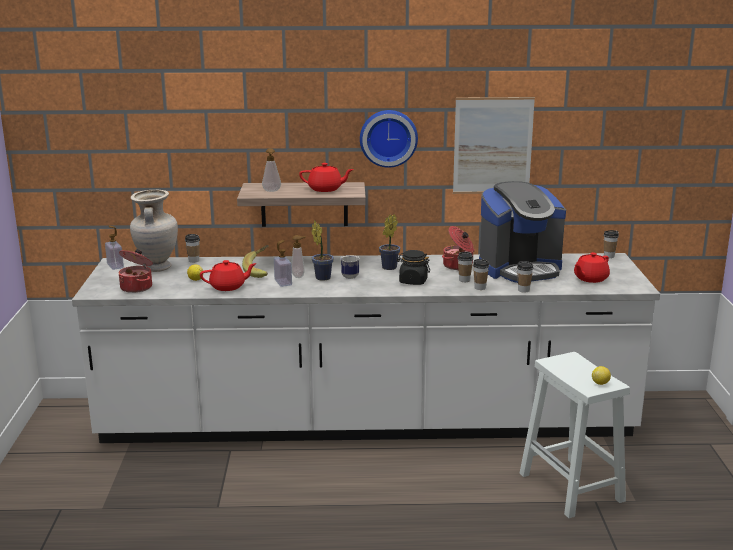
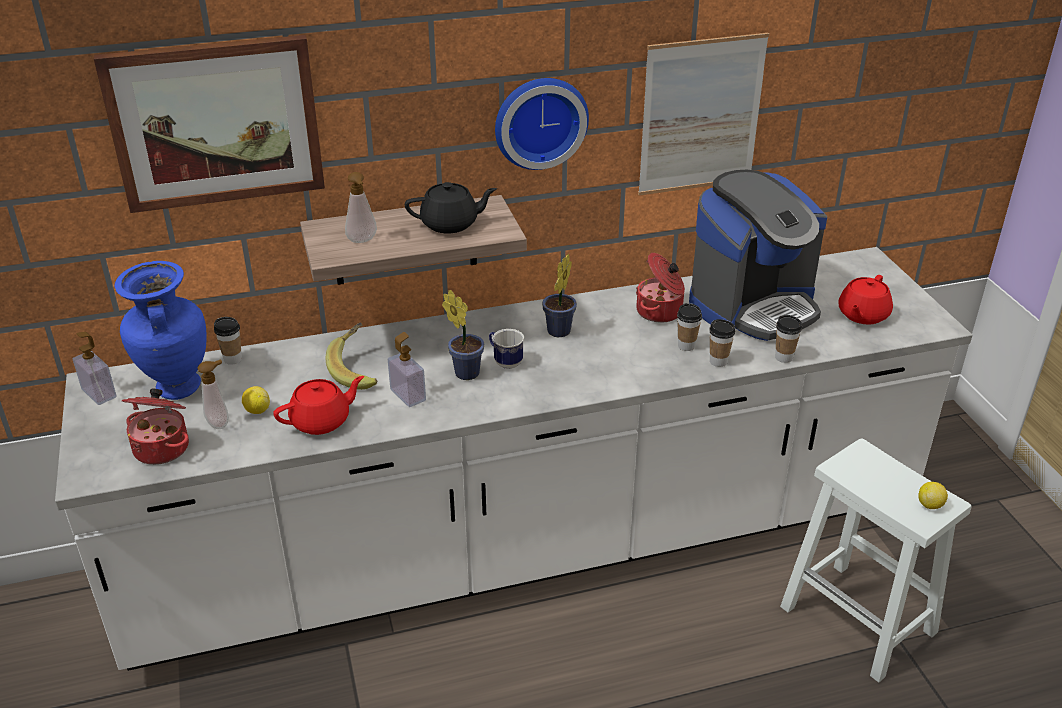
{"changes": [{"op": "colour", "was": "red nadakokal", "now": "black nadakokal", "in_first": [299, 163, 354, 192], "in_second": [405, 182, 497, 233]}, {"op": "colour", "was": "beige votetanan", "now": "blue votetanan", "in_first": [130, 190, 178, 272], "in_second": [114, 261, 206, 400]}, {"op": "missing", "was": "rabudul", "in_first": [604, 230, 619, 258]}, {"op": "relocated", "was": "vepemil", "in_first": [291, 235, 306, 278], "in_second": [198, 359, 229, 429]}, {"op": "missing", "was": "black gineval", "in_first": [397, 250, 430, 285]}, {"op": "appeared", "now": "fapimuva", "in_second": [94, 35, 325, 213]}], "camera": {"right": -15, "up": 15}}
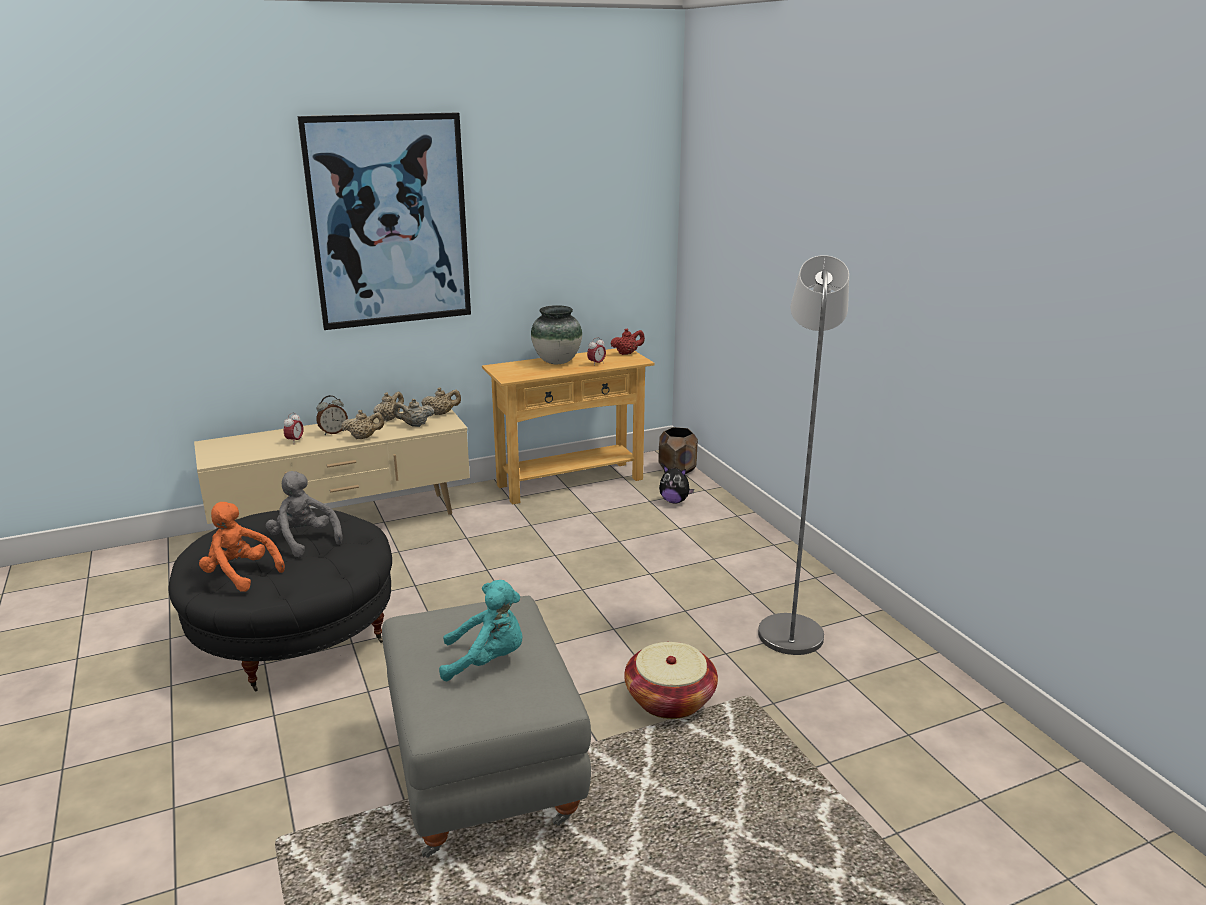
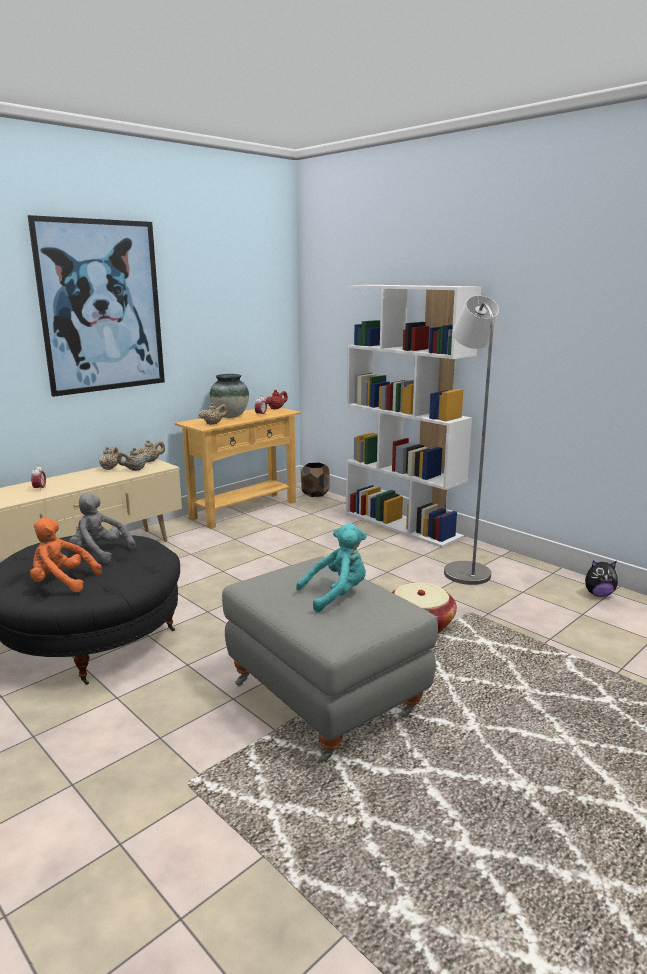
{"changes": [{"op": "missing", "was": "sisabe", "in_first": [316, 395, 348, 435]}, {"op": "relocated", "was": "beige nadakokal", "in_first": [341, 410, 384, 439], "in_second": [199, 403, 228, 425]}, {"op": "relocated", "was": "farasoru", "in_first": [659, 465, 694, 504], "in_second": [585, 560, 618, 597]}, {"op": "appeared", "now": "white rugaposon", "in_second": [346, 285, 481, 548]}], "camera": {"right": -20, "up": -5}}
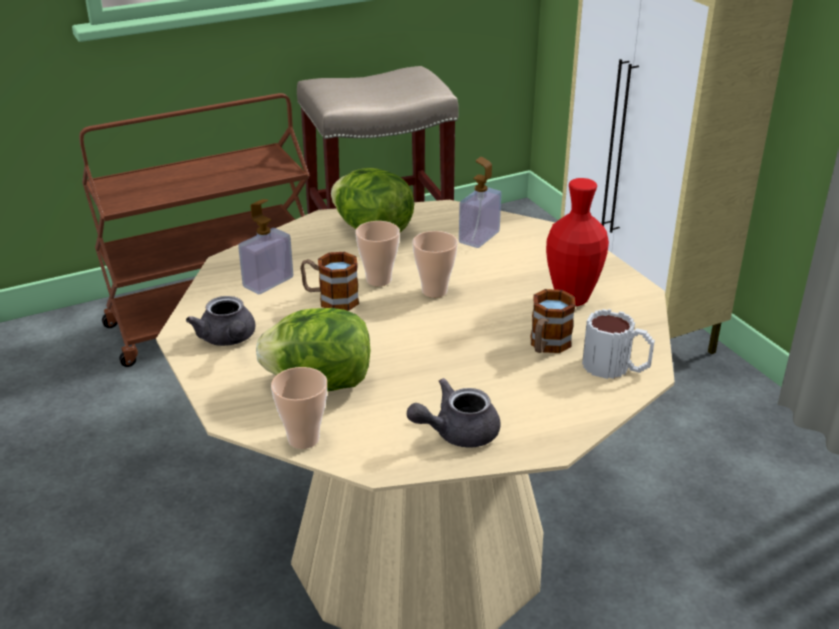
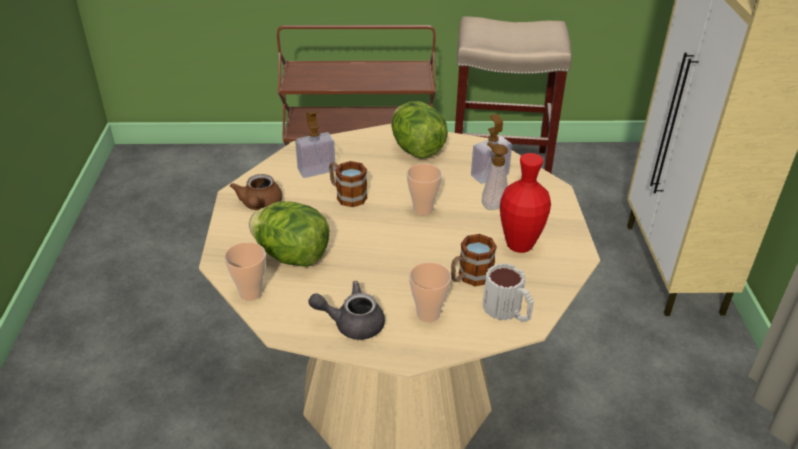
{"changes": [{"op": "relocated", "was": "rabudul", "in_first": [355, 221, 400, 286], "in_second": [409, 262, 451, 323]}, {"op": "colour", "was": "grey nadakokal", "now": "brown nadakokal", "in_first": [186, 296, 255, 346], "in_second": [230, 174, 282, 210]}, {"op": "appeared", "now": "vepemil", "in_second": [482, 142, 508, 210]}], "camera": {"right": 25, "up": 5}}
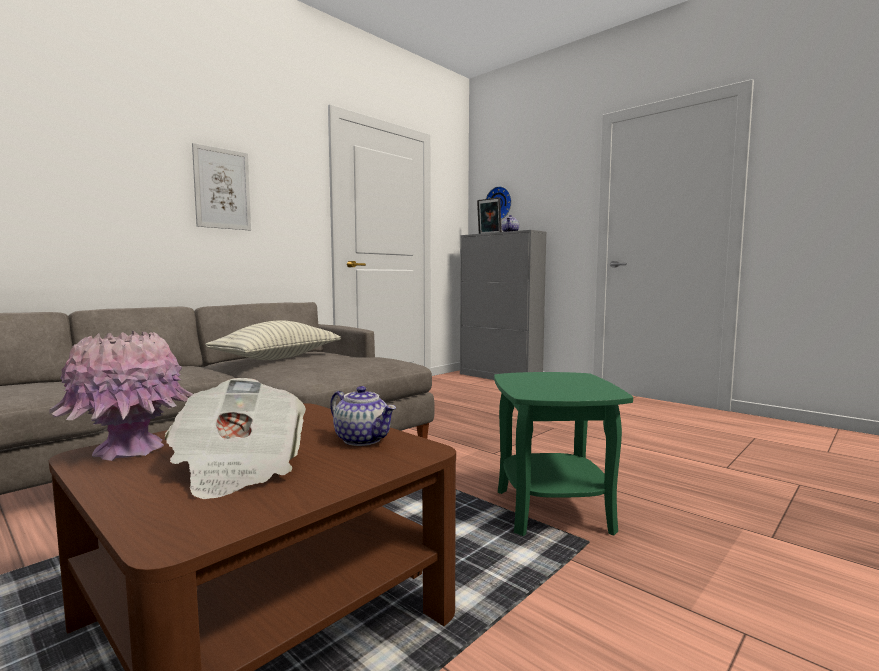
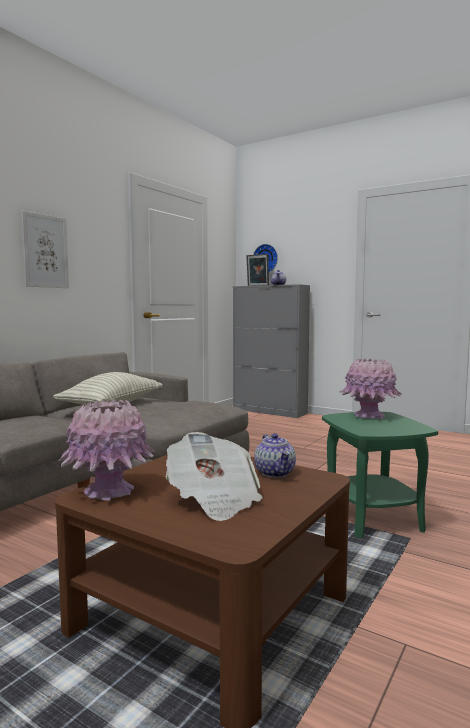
{"changes": [{"op": "spun", "was": "nadakokal", "in_first": [330, 386, 396, 446], "in_second": [254, 433, 296, 478], "clockwise": 45}, {"op": "appeared", "now": "pink votetanan", "in_second": [339, 358, 402, 419]}], "camera": {"right": -10, "up": 0}}
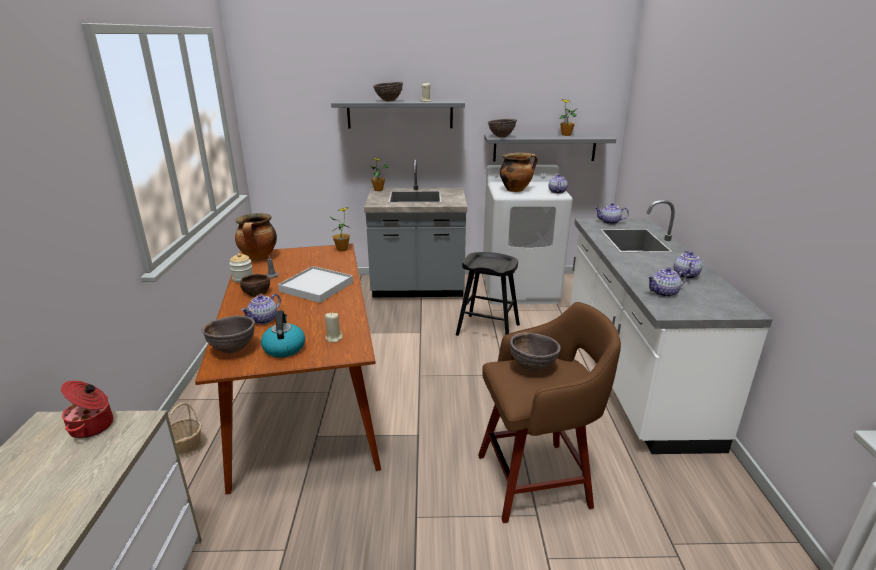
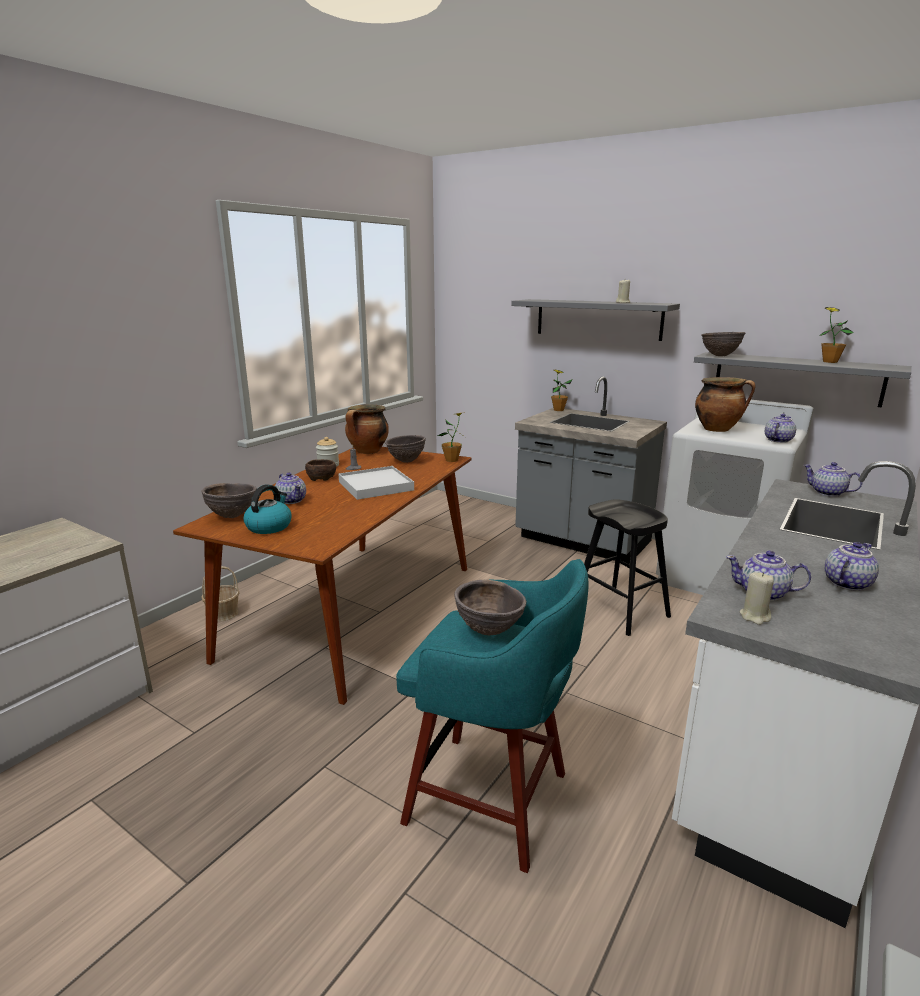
{"changes": [{"op": "relocated", "was": "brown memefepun", "in_first": [373, 82, 403, 102], "in_second": [385, 435, 426, 463]}, {"op": "spun", "was": "nadakokal", "in_first": [241, 293, 281, 324], "in_second": [275, 472, 306, 504], "clockwise": -105}, {"op": "colour", "was": "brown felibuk", "now": "turquoise felibuk", "in_first": [478, 302, 621, 523], "in_second": [396, 559, 589, 873]}, {"op": "relocated", "was": "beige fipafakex", "in_first": [325, 312, 343, 343], "in_second": [740, 572, 774, 625]}, {"op": "missing", "was": "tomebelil", "in_first": [61, 381, 113, 438]}], "camera": {"right": 35, "up": -5}}
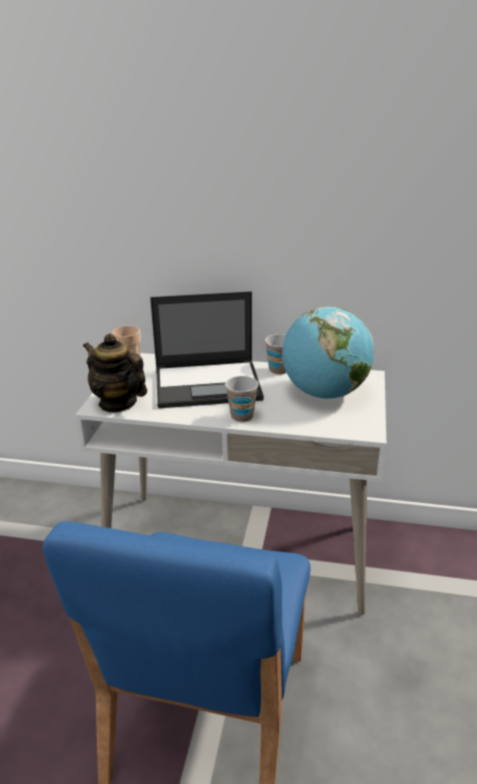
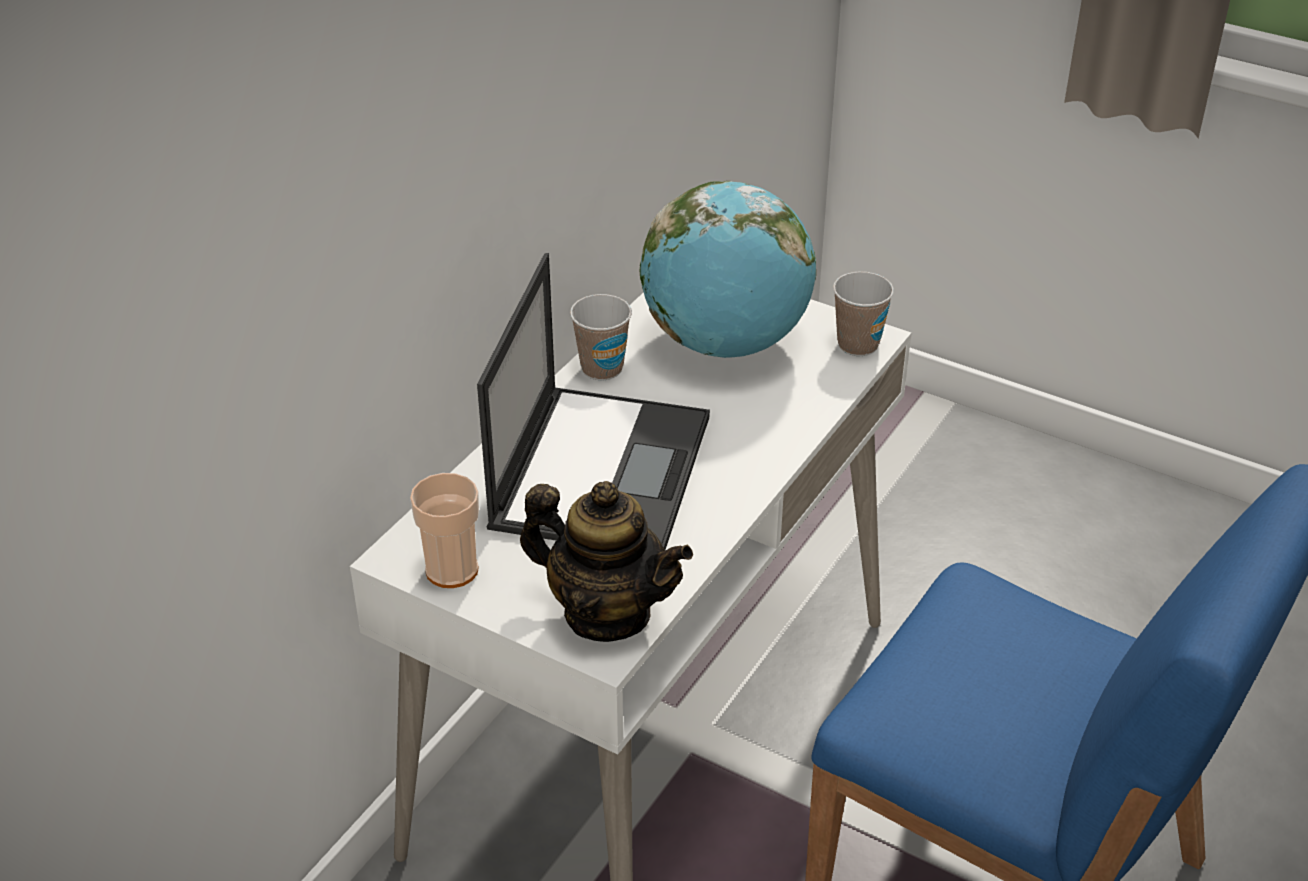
{"changes": [{"op": "spun", "was": "nadakokal", "in_first": [83, 333, 147, 413], "in_second": [520, 481, 693, 642], "clockwise": -120}, {"op": "relocated", "was": "rabudul", "in_first": [225, 376, 259, 422], "in_second": [833, 271, 894, 356]}], "camera": {"right": -70, "up": 10}}
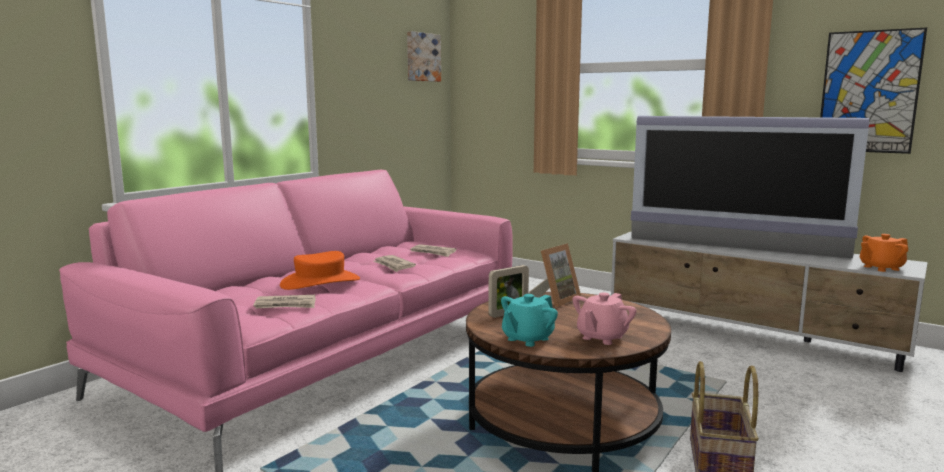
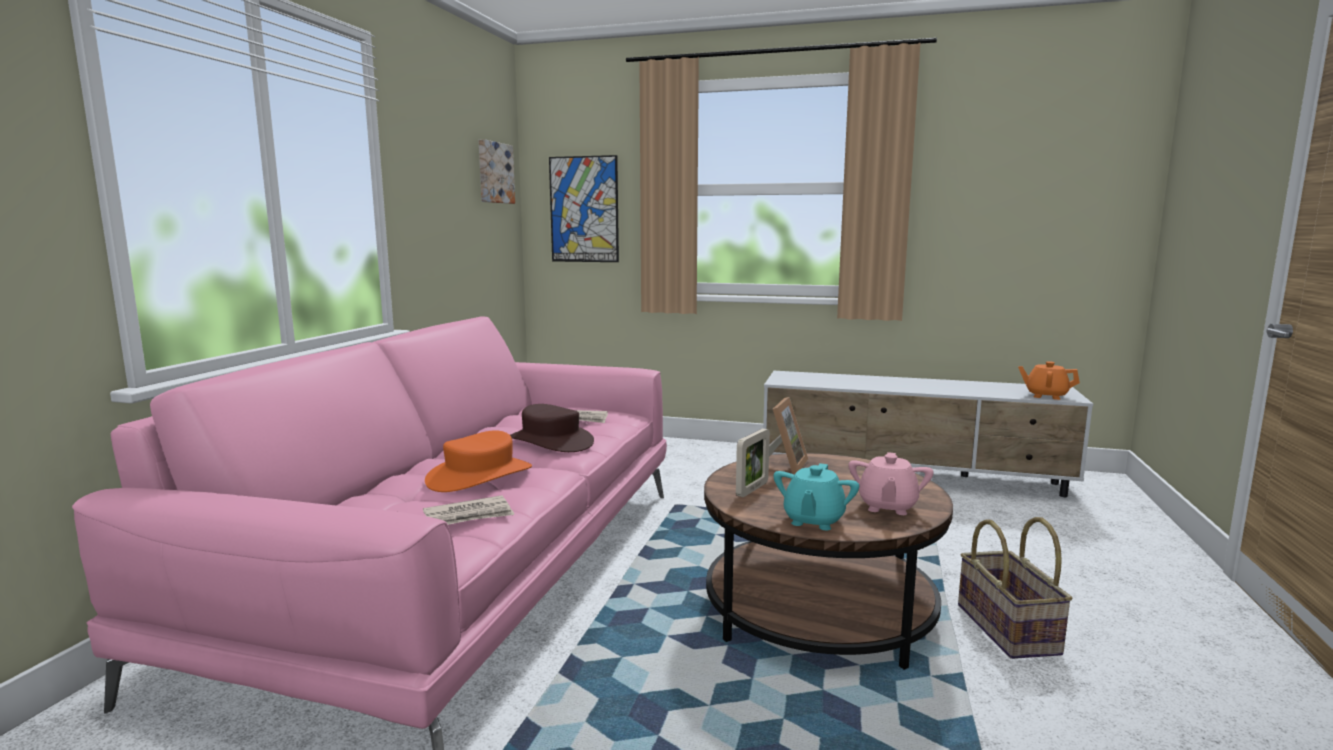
{"changes": [{"op": "relocated", "was": "fapimuva", "in_first": [820, 28, 927, 154], "in_second": [549, 155, 619, 262]}, {"op": "missing", "was": "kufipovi", "in_first": [631, 116, 869, 258]}, {"op": "spun", "was": "orange nadakokal", "in_first": [860, 234, 908, 272], "in_second": [1018, 361, 1080, 400], "clockwise": 60}, {"op": "exchanged", "was": "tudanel", "now": "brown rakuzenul", "in_first": [373, 255, 416, 272], "in_second": [510, 404, 594, 452]}], "camera": {"right": -20, "up": 0}}
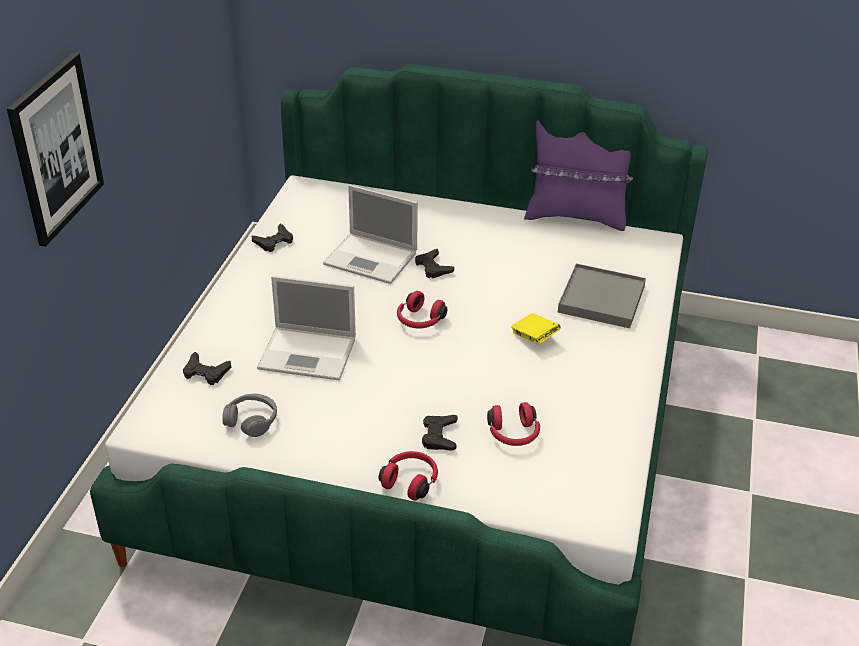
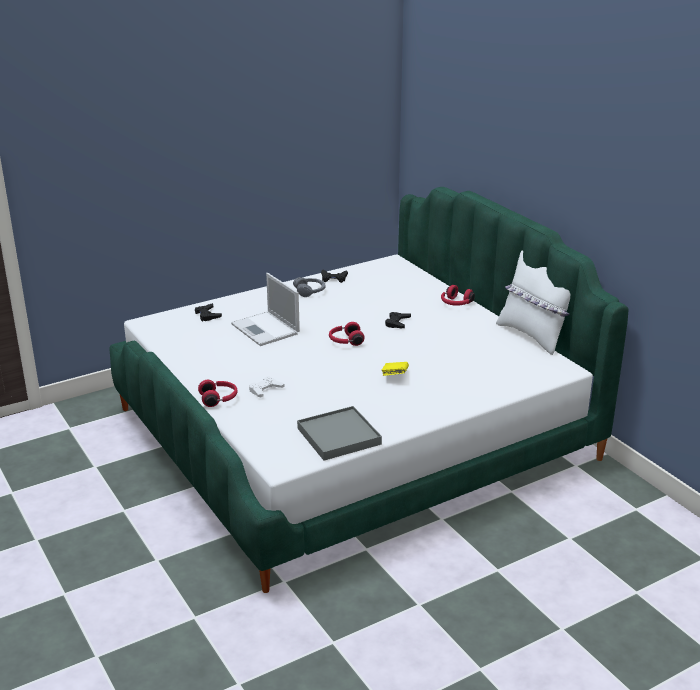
{"changes": [{"op": "missing", "was": "fapimuva", "in_first": [7, 53, 104, 247]}, {"op": "colour", "was": "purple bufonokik", "now": "white bufonokik", "in_first": [524, 120, 633, 231], "in_second": [496, 250, 571, 355]}, {"op": "missing", "was": "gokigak", "in_first": [323, 185, 418, 284]}, {"op": "relocated", "was": "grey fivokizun", "in_first": [558, 263, 646, 328], "in_second": [297, 406, 382, 460]}, {"op": "relocated", "was": "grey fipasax", "in_first": [222, 393, 277, 437], "in_second": [293, 277, 325, 297]}, {"op": "relocated", "was": "red fipasax", "in_first": [487, 402, 540, 446], "in_second": [441, 285, 475, 306]}, {"op": "colour", "was": "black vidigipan", "now": "white vidigipan", "in_first": [422, 415, 458, 451], "in_second": [249, 376, 285, 398]}], "camera": {"right": 45, "up": -10}}
